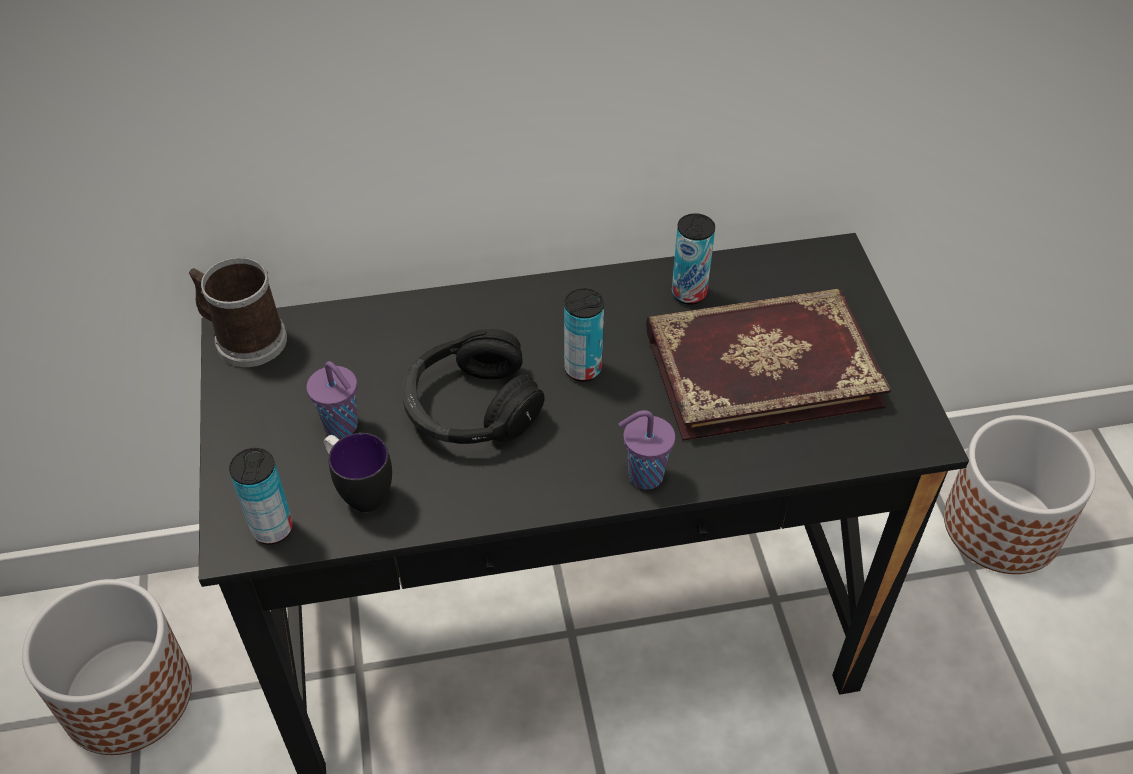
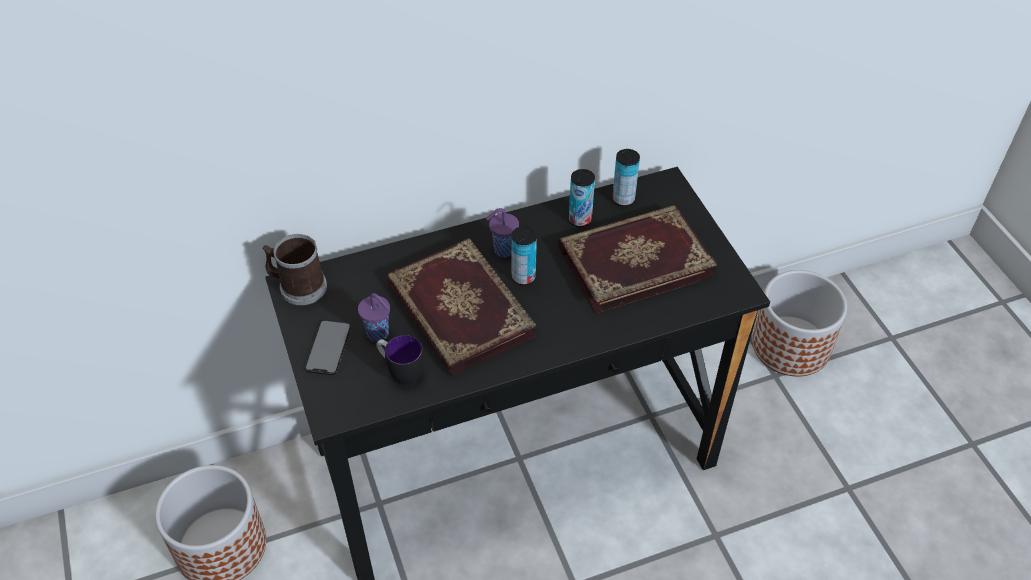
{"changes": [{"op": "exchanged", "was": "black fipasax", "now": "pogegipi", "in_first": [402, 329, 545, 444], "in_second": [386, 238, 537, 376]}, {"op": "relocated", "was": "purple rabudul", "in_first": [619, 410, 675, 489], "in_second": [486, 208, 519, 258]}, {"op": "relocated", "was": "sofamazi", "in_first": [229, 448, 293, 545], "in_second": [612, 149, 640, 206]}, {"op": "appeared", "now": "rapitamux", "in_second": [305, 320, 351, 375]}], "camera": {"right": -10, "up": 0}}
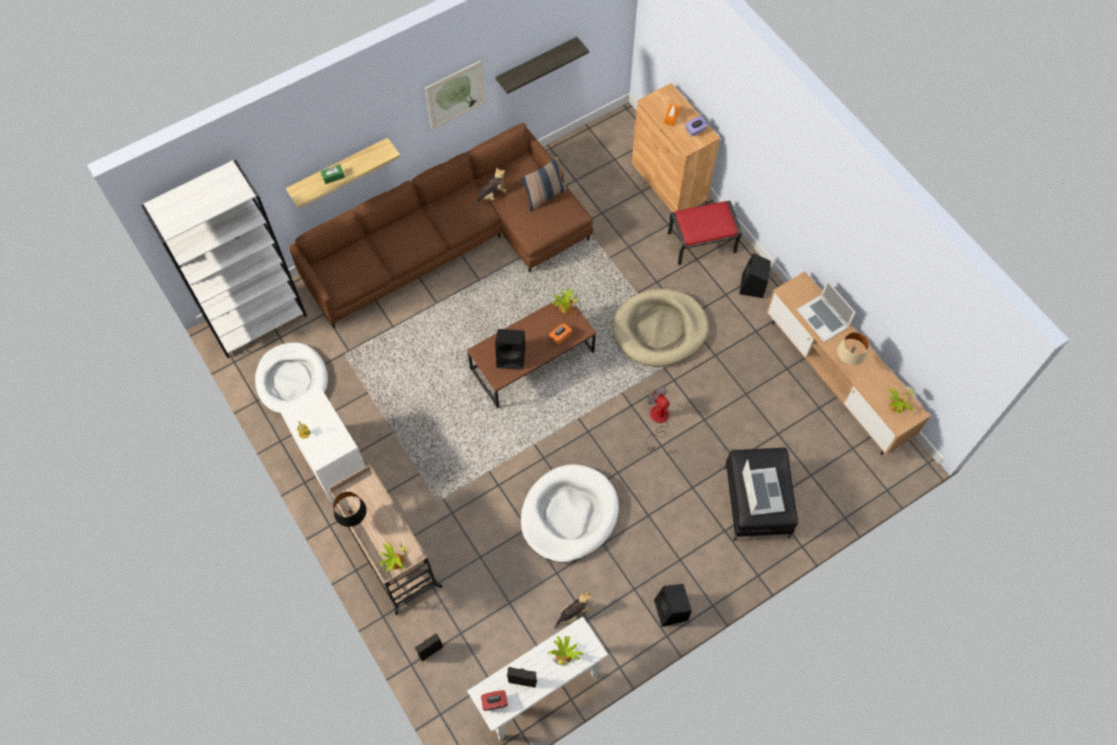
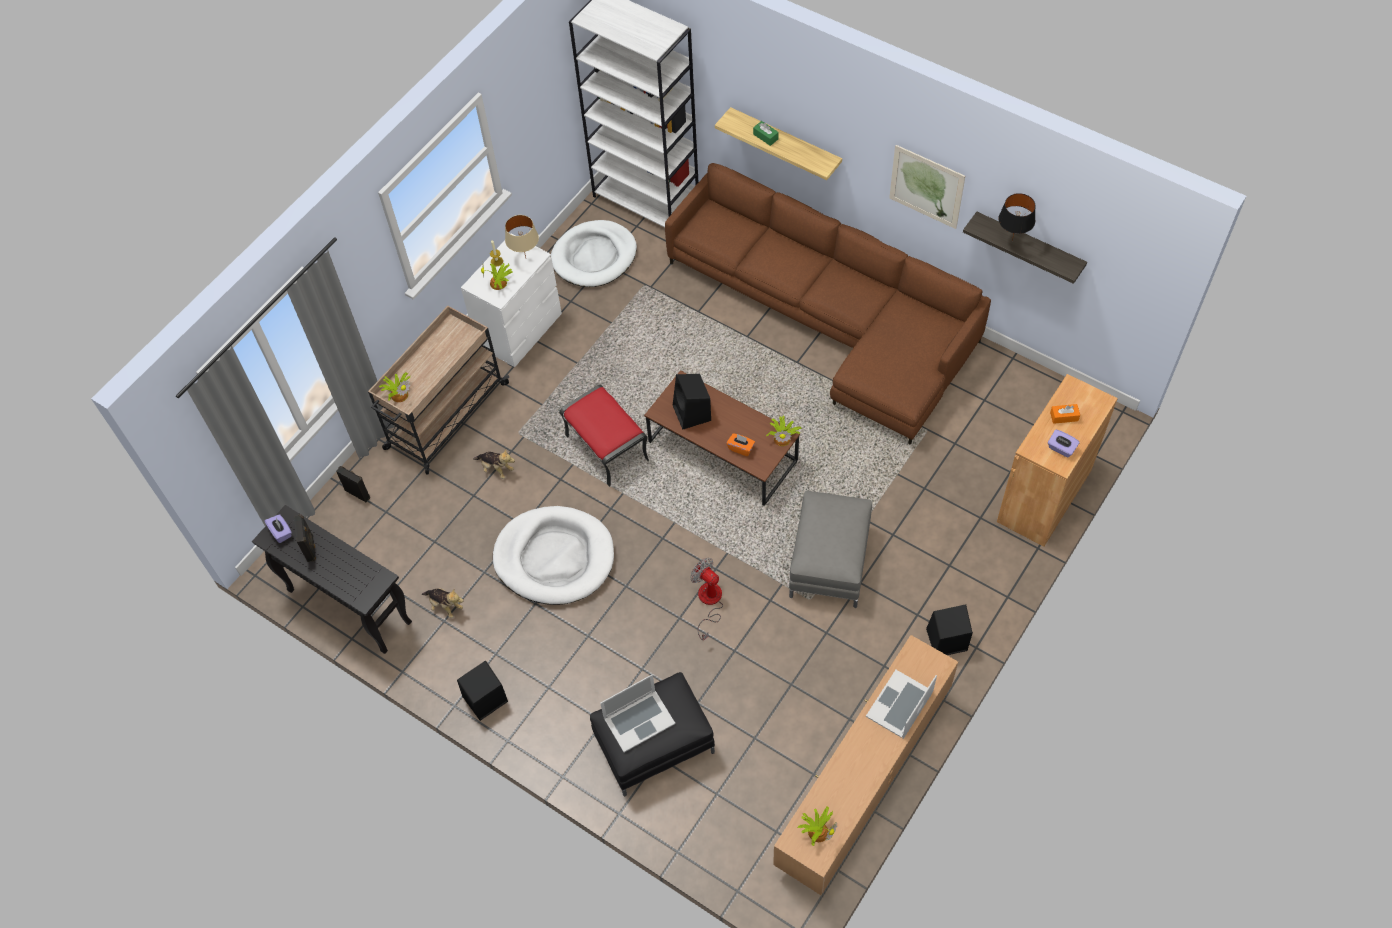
{"changes": [{"op": "missing", "was": "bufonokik", "in_first": [521, 157, 567, 211]}, {"op": "relocated", "was": "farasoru", "in_first": [475, 168, 506, 207], "in_second": [473, 450, 515, 479]}, {"op": "relocated", "was": "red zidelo", "in_first": [667, 201, 742, 265], "in_second": [559, 385, 649, 487]}, {"op": "exchanged", "was": "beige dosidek", "now": "grey zidelo", "in_first": [612, 289, 708, 367], "in_second": [789, 491, 872, 608]}, {"op": "relocated", "was": "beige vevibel", "in_first": [837, 332, 869, 365], "in_second": [505, 215, 539, 257]}, {"op": "spun", "was": "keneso", "in_first": [646, 386, 670, 451], "in_second": [690, 558, 723, 640], "clockwise": -75}, {"op": "relocated", "was": "black vevibel", "in_first": [333, 492, 367, 527], "in_second": [998, 193, 1036, 241]}, {"op": "colour", "was": "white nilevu", "now": "black nilevu", "in_first": [467, 617, 608, 741], "in_second": [252, 505, 412, 654]}, {"op": "relocated", "was": "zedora", "in_first": [547, 636, 583, 666], "in_second": [481, 263, 513, 290]}, {"op": "colour", "was": "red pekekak", "now": "purple pekekak", "in_first": [481, 690, 508, 711], "in_second": [265, 514, 292, 543]}], "camera": {"right": 70, "up": -5}}
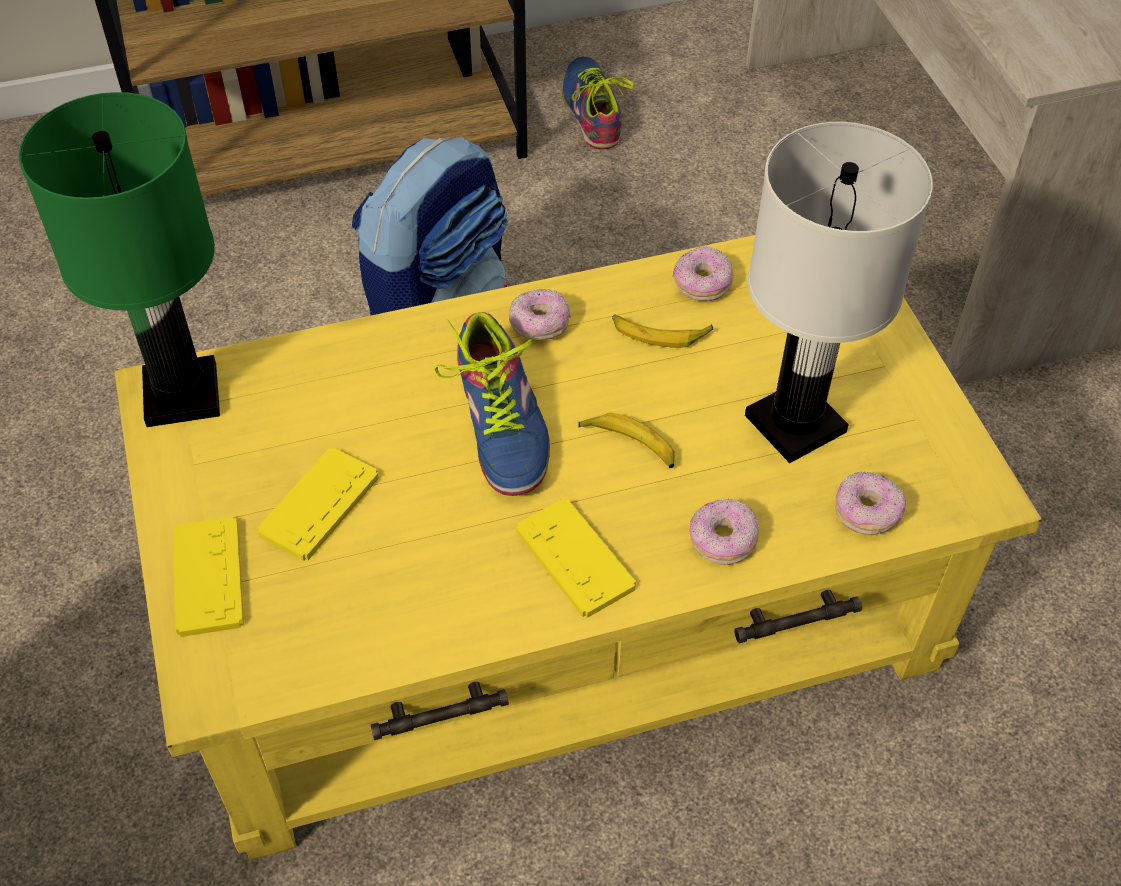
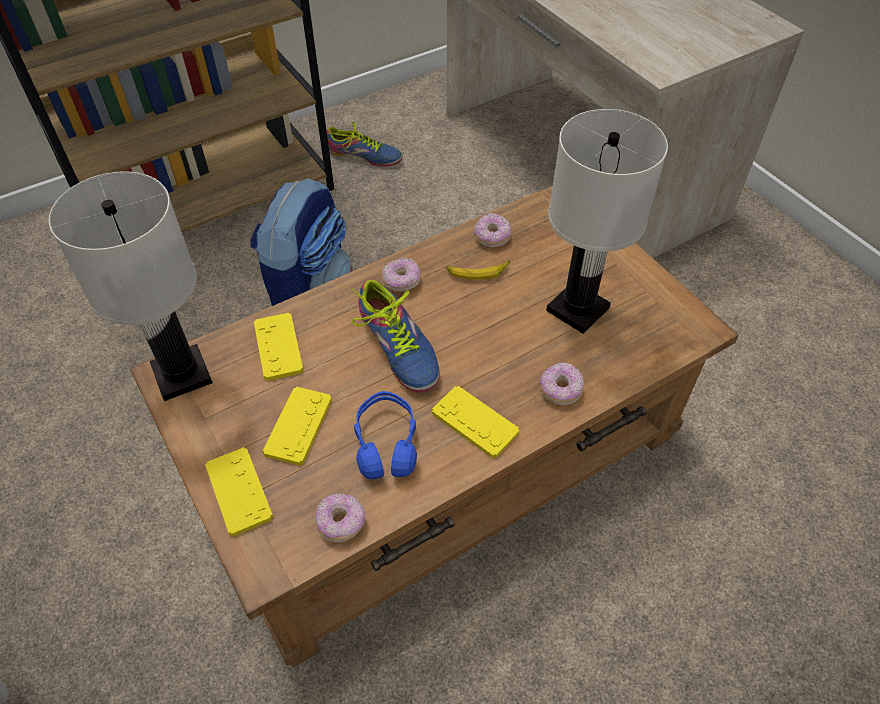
{"changes": [{"op": "spun", "was": "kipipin", "in_first": [562, 56, 635, 149], "in_second": [327, 122, 403, 167], "clockwise": 135}, {"op": "colour", "was": "green vevibel", "now": "white vevibel", "in_first": [19, 92, 220, 427], "in_second": [48, 171, 213, 401]}, {"op": "colour", "was": "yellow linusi", "now": "brown linusi", "in_first": [115, 235, 1042, 860], "in_second": [130, 185, 739, 667]}, {"op": "missing", "was": "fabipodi", "in_first": [579, 413, 675, 468]}, {"op": "relocated", "was": "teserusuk", "in_first": [835, 472, 906, 535], "in_second": [315, 493, 365, 543]}, {"op": "appeared", "now": "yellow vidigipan", "in_second": [254, 313, 304, 381]}, {"op": "appeared", "now": "blue fipasax", "in_second": [354, 391, 417, 479]}], "camera": {"right": -15, "up": 0}}
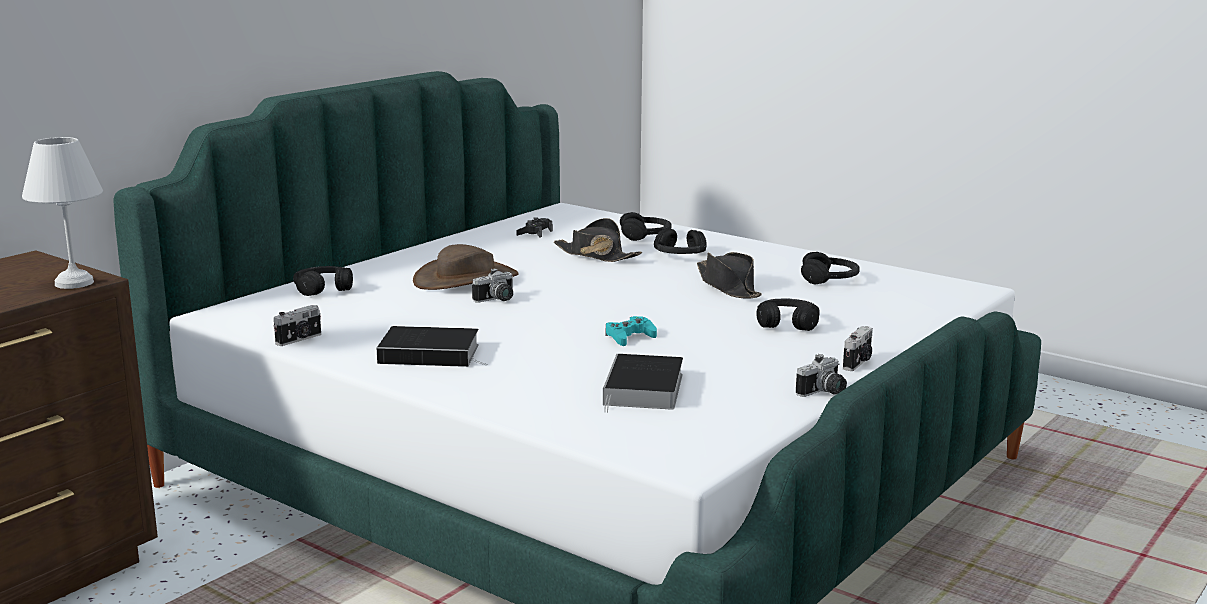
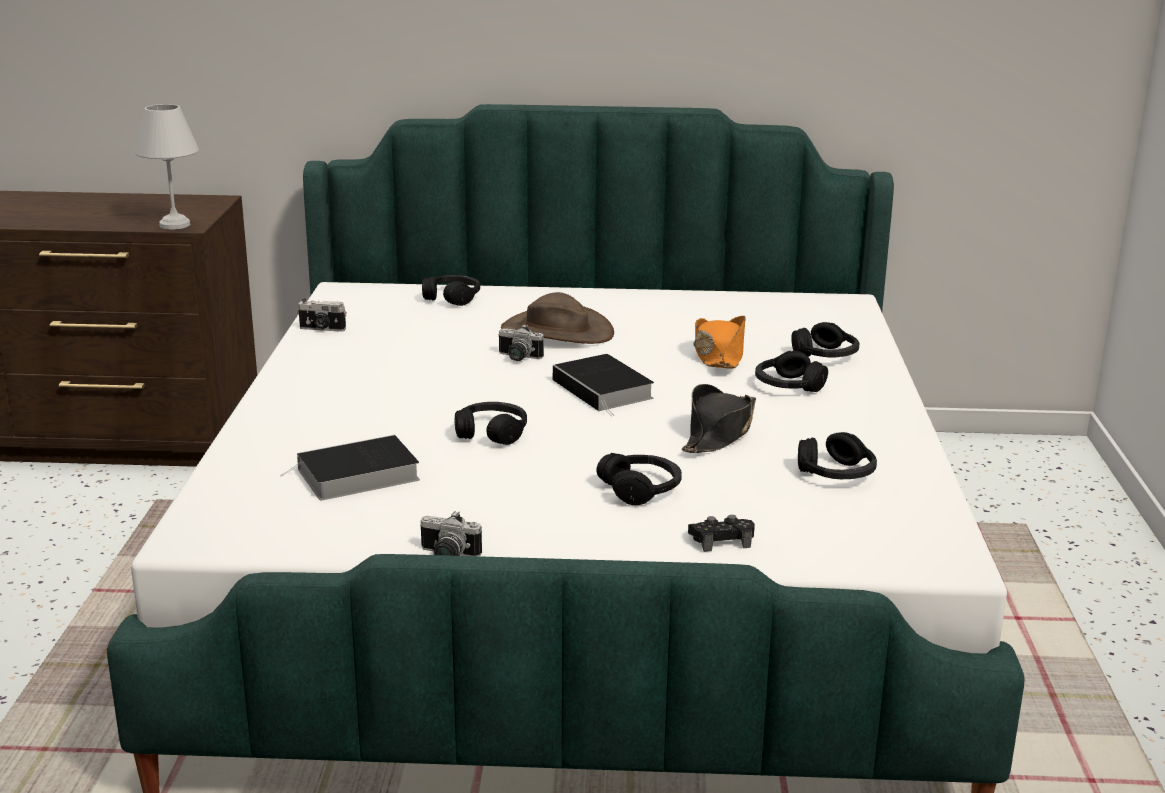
{"changes": [{"op": "relocated", "was": "black vidigipan", "in_first": [516, 217, 553, 238], "in_second": [688, 515, 755, 552]}, {"op": "colour", "was": "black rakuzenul", "now": "orange rakuzenul", "in_first": [554, 218, 642, 262], "in_second": [693, 316, 746, 369]}, {"op": "exchanged", "was": "turquoise vidigipan", "now": "black fipasax", "in_first": [606, 316, 657, 346], "in_second": [455, 402, 527, 445]}, {"op": "relocated", "was": "pogegipi", "in_first": [377, 326, 485, 367], "in_second": [553, 354, 654, 416]}, {"op": "missing", "was": "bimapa", "in_first": [843, 326, 873, 371]}], "camera": {"right": 55, "up": 5}}
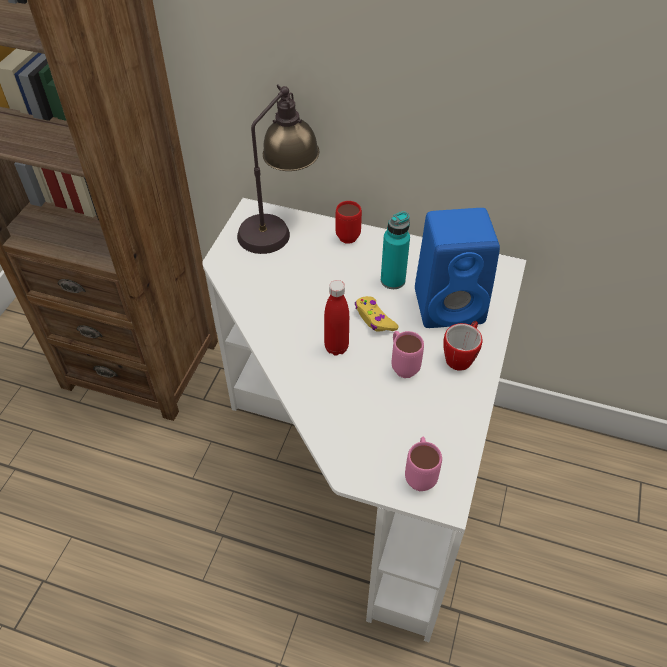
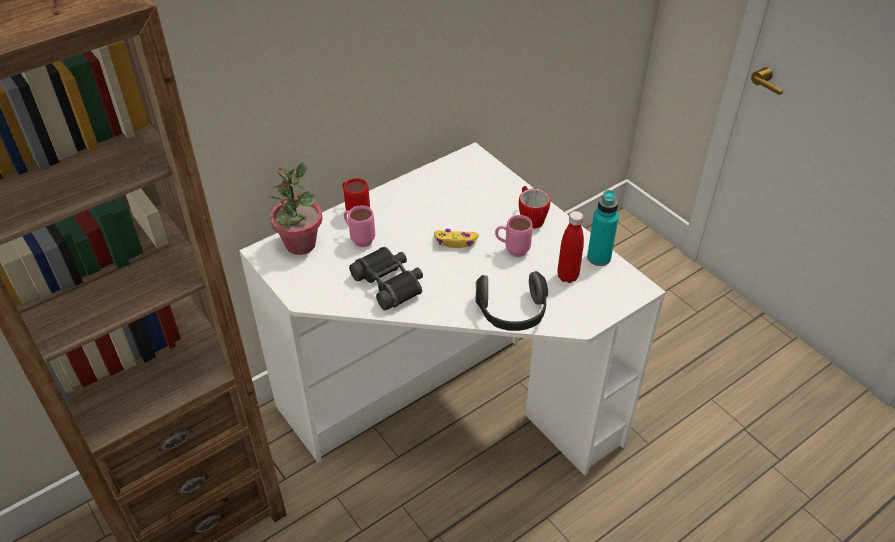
{"changes": [{"op": "exchanged", "was": "vevibel", "now": "zedora", "in_first": [237, 85, 319, 254], "in_second": [268, 162, 322, 255]}, {"op": "missing", "was": "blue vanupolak", "in_first": [415, 208, 500, 328]}, {"op": "relocated", "was": "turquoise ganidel", "in_first": [381, 211, 410, 289], "in_second": [587, 190, 619, 266]}, {"op": "relocated", "was": "red ganidel", "in_first": [324, 280, 349, 356], "in_second": [557, 211, 584, 283]}, {"op": "relocated", "was": "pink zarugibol", "in_first": [405, 437, 442, 491], "in_second": [344, 205, 375, 247]}, {"op": "appeared", "now": "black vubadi", "in_second": [349, 247, 423, 310]}, {"op": "appeared", "now": "fipasax", "in_second": [476, 271, 548, 331]}], "camera": {"right": -55, "up": -5}}
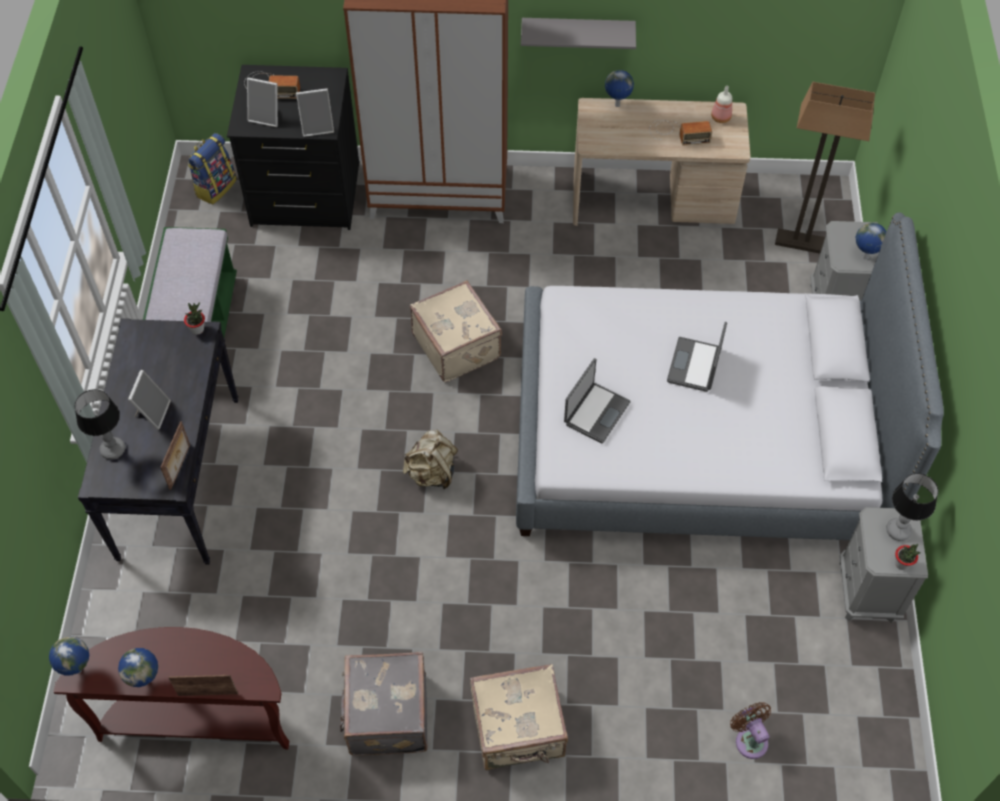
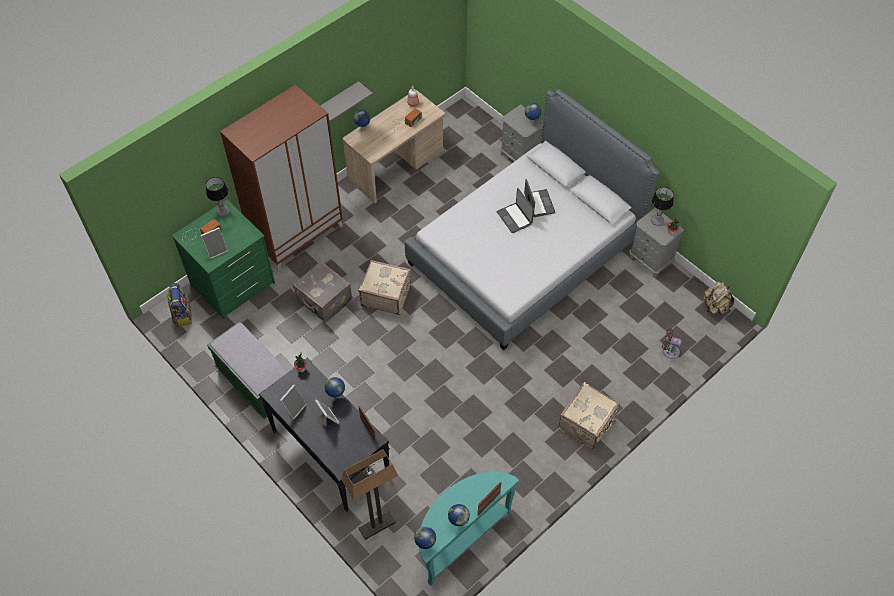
{"changes": [{"op": "colour", "was": "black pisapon", "now": "green pisapon", "in_first": [227, 65, 359, 230], "in_second": [172, 199, 275, 319]}, {"op": "relocated", "was": "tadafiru", "in_first": [775, 82, 875, 253], "in_second": [341, 449, 398, 540]}, {"op": "relocated", "was": "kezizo", "in_first": [296, 88, 334, 137], "in_second": [280, 384, 307, 420]}, {"op": "relocated", "was": "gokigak", "in_first": [564, 358, 631, 443], "in_second": [524, 179, 555, 217]}, {"op": "relocated", "was": "vevibel", "in_first": [74, 389, 125, 460], "in_second": [206, 177, 230, 217]}, {"op": "relocated", "was": "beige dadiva", "in_first": [403, 430, 458, 489], "in_second": [704, 281, 734, 314]}, {"op": "colour", "was": "brown nilevu", "now": "turquoise nilevu", "in_first": [53, 627, 289, 750], "in_second": [419, 471, 519, 586]}, {"op": "relocated", "was": "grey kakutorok", "in_first": [340, 652, 427, 756], "in_second": [293, 261, 352, 323]}, {"op": "appeared", "now": "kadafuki", "in_second": [325, 377, 345, 398]}], "camera": {"right": -45, "up": 0}}
